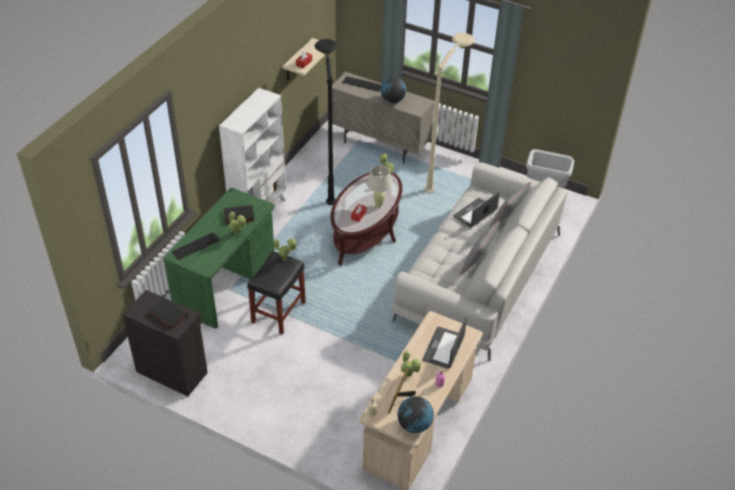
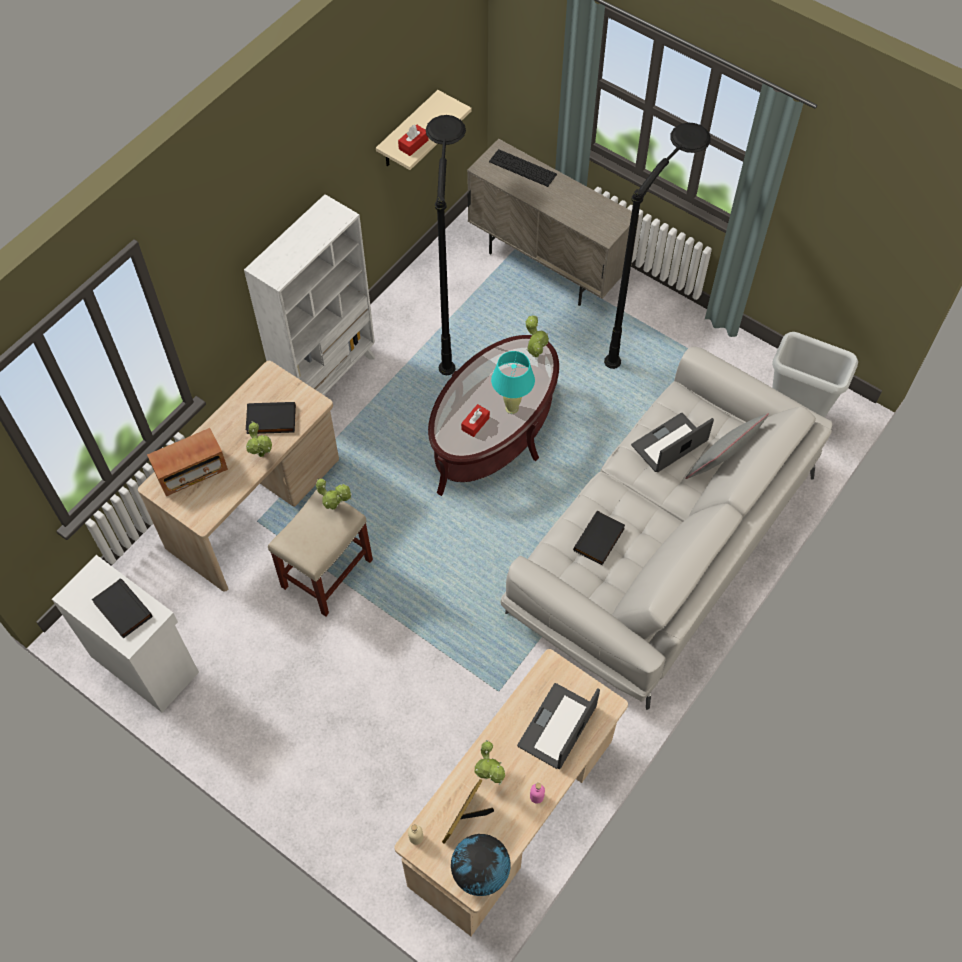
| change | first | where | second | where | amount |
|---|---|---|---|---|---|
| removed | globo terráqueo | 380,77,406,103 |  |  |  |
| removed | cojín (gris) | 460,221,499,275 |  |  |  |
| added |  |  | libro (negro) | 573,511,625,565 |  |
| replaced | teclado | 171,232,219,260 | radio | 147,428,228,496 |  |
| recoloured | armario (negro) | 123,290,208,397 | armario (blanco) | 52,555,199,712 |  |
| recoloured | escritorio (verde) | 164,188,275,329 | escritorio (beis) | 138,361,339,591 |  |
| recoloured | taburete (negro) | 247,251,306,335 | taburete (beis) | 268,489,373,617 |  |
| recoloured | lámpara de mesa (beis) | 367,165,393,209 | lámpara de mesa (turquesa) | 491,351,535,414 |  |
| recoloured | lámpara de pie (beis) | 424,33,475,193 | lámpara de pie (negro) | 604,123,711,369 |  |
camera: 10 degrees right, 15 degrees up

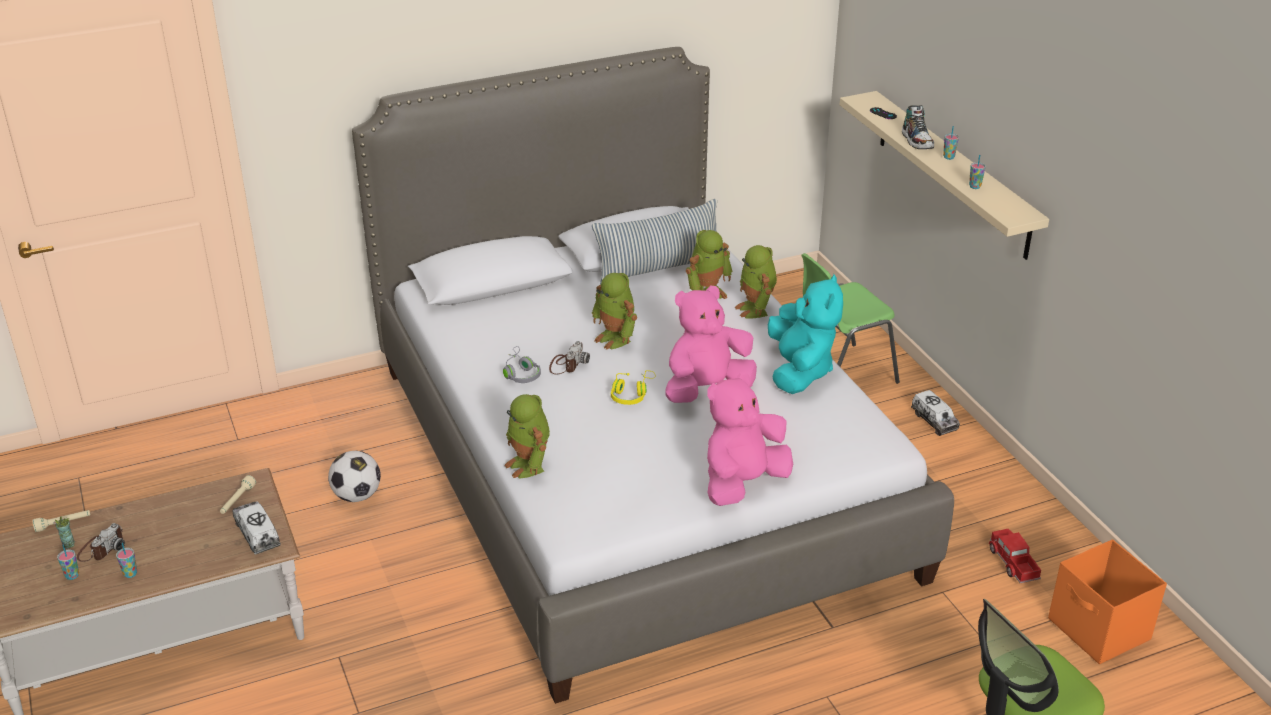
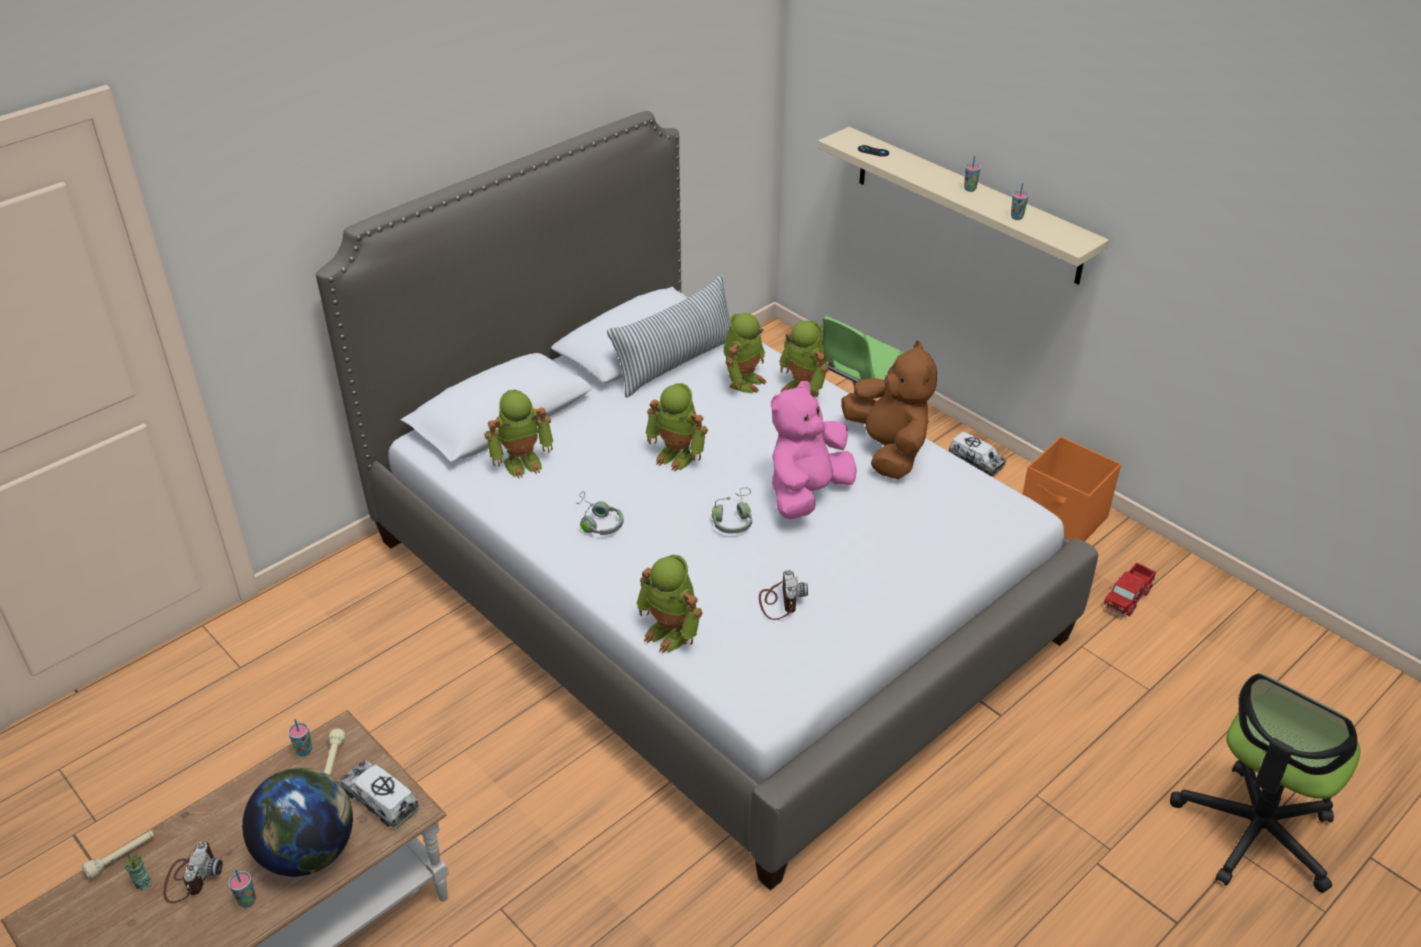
| change | first | where | second | where | amount |
|---|---|---|---|---|---|
| removed | balón de fútbol | 328,451,381,502 |  |  |  |
| removed | peluche (rosa) | 707,372,793,506 |  |  |  |
| removed | zapato | 902,105,934,149 |  |  |  |
| added |  |  | globo terráqueo | 242,767,353,877 |  |
| added |  |  | robot de juguete | 484,389,553,479 |  |
| moved | taza | 57,544,79,580 |  | 288,719,312,756 |  |
| moved | cámara | 549,341,590,375 |  | 759,570,808,620 |  |
| moved | caja de almacenaje (naranja) | 1048,540,1167,664 |  | 1023,436,1121,541 |  |
| recoloured | auriculares (amarillo) | 611,370,656,405 | auriculares (gris) | 712,487,752,534 |  |
| recoloured | peluche (turquesa) | 768,274,843,394 | peluche (marrón) | 842,340,937,479 |  |
| turned | camión de juguete | 989,529,1041,583 |  | 1104,562,1156,616 | 105 degrees counterclockwise |
camera: 20 degrees left, 5 degrees up

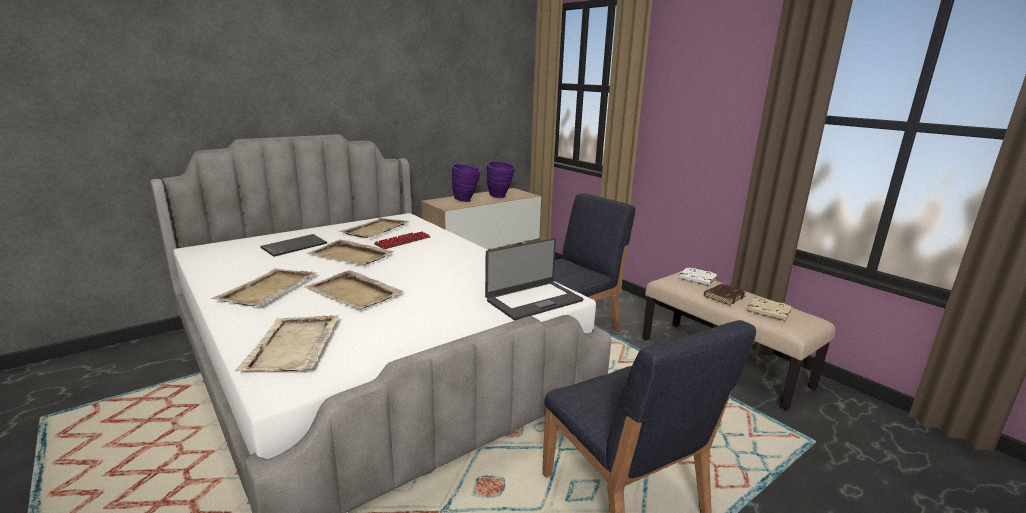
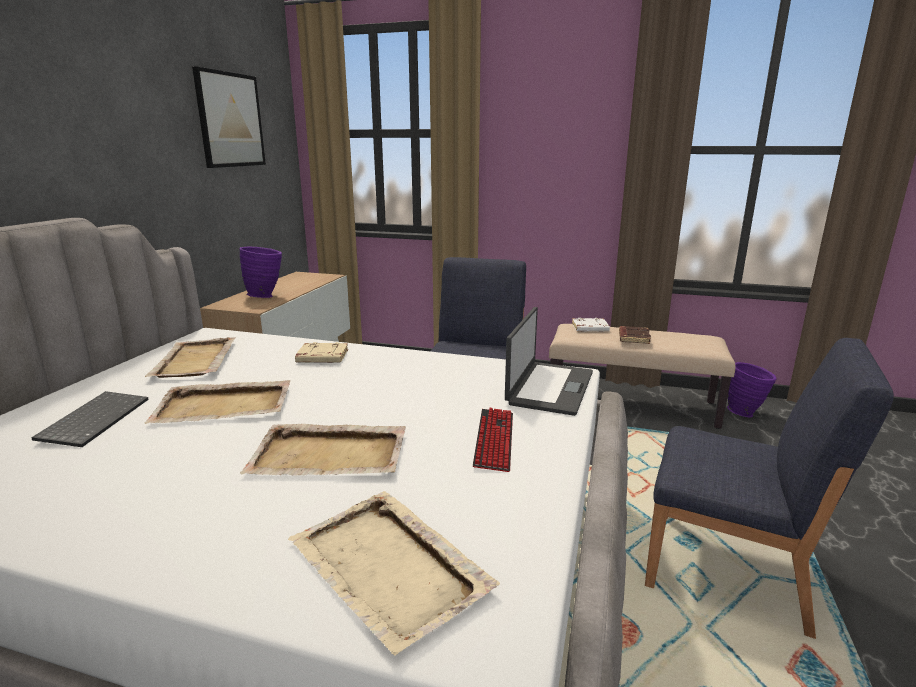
| change | first | where | second | where | amount |
|---|---|---|---|---|---|
| removed | bandeja (beis) | 211,268,316,306 |  |  |  |
| added |  |  | cuadro | 192,66,266,168 |  |
| moved | teclado | 374,231,431,249 |  | 473,408,513,472 |  |
| moved | florero (morado) | 487,161,515,198 |  | 727,362,777,417 |  |
| moved | libro (beis) | 748,297,792,321 |  | 295,342,348,363 |  |
camera: 35 degrees left, 0 degrees up

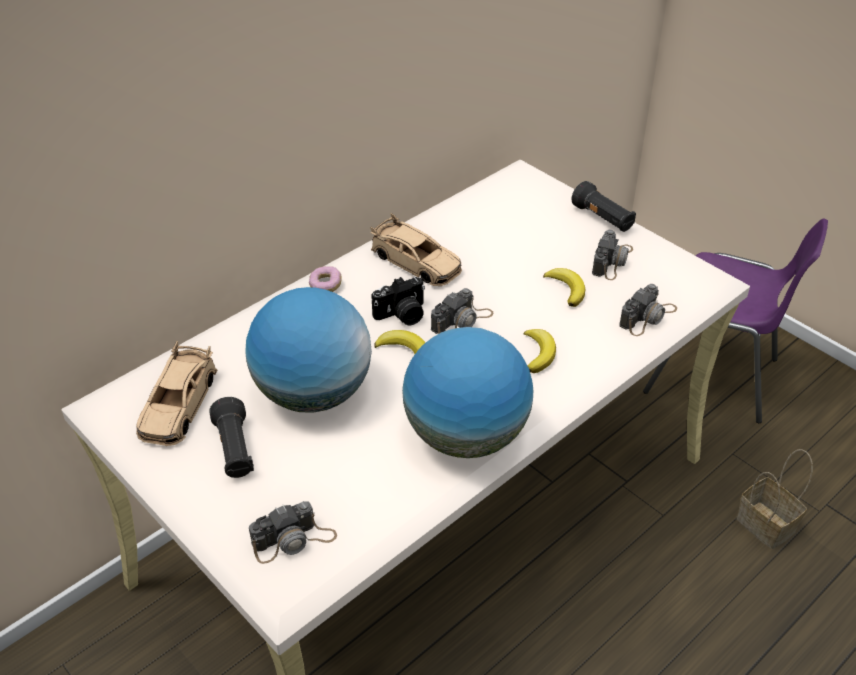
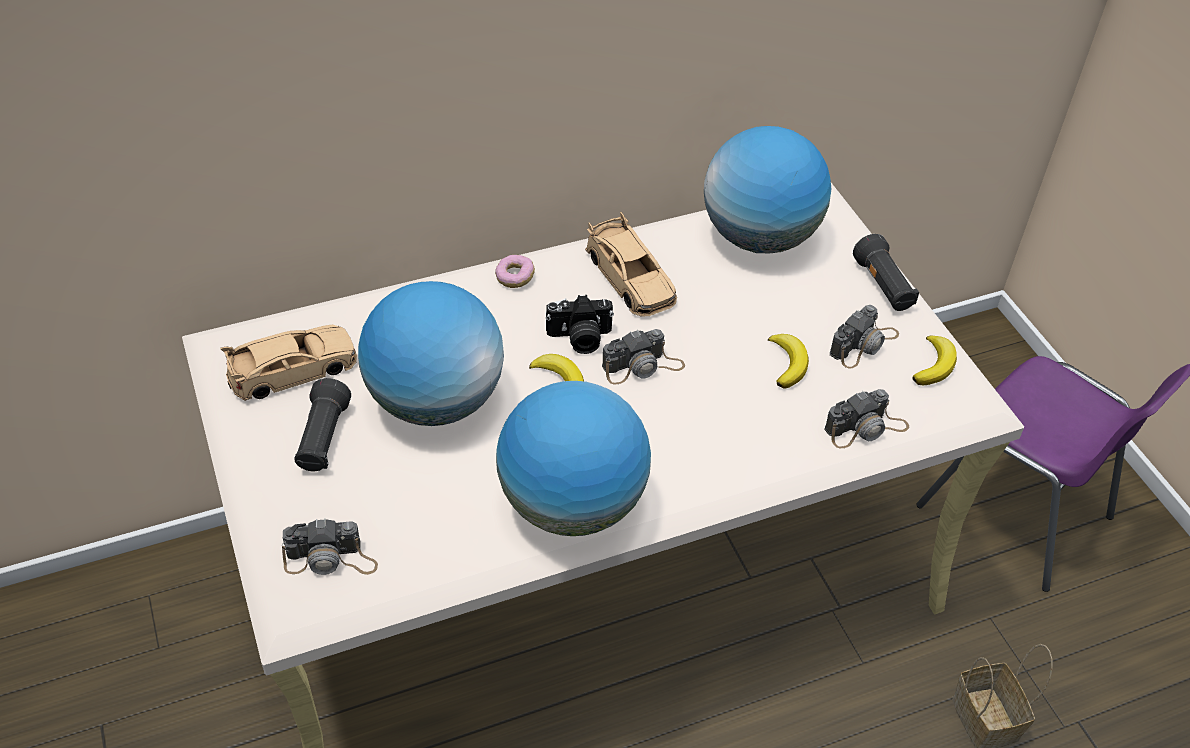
| change | first | where | second | where | amount |
|---|---|---|---|---|---|
| added |  |  | globo terráqueo | 704,126,832,253 |  |
| moved | plátano | 524,329,556,373 |  | 912,335,957,385 |  |
| turned | coche de juguete (beis) | 136,341,217,446 |  | 220,324,357,401 | 150 degrees counterclockwise |
camera: 20 degrees right, 5 degrees up

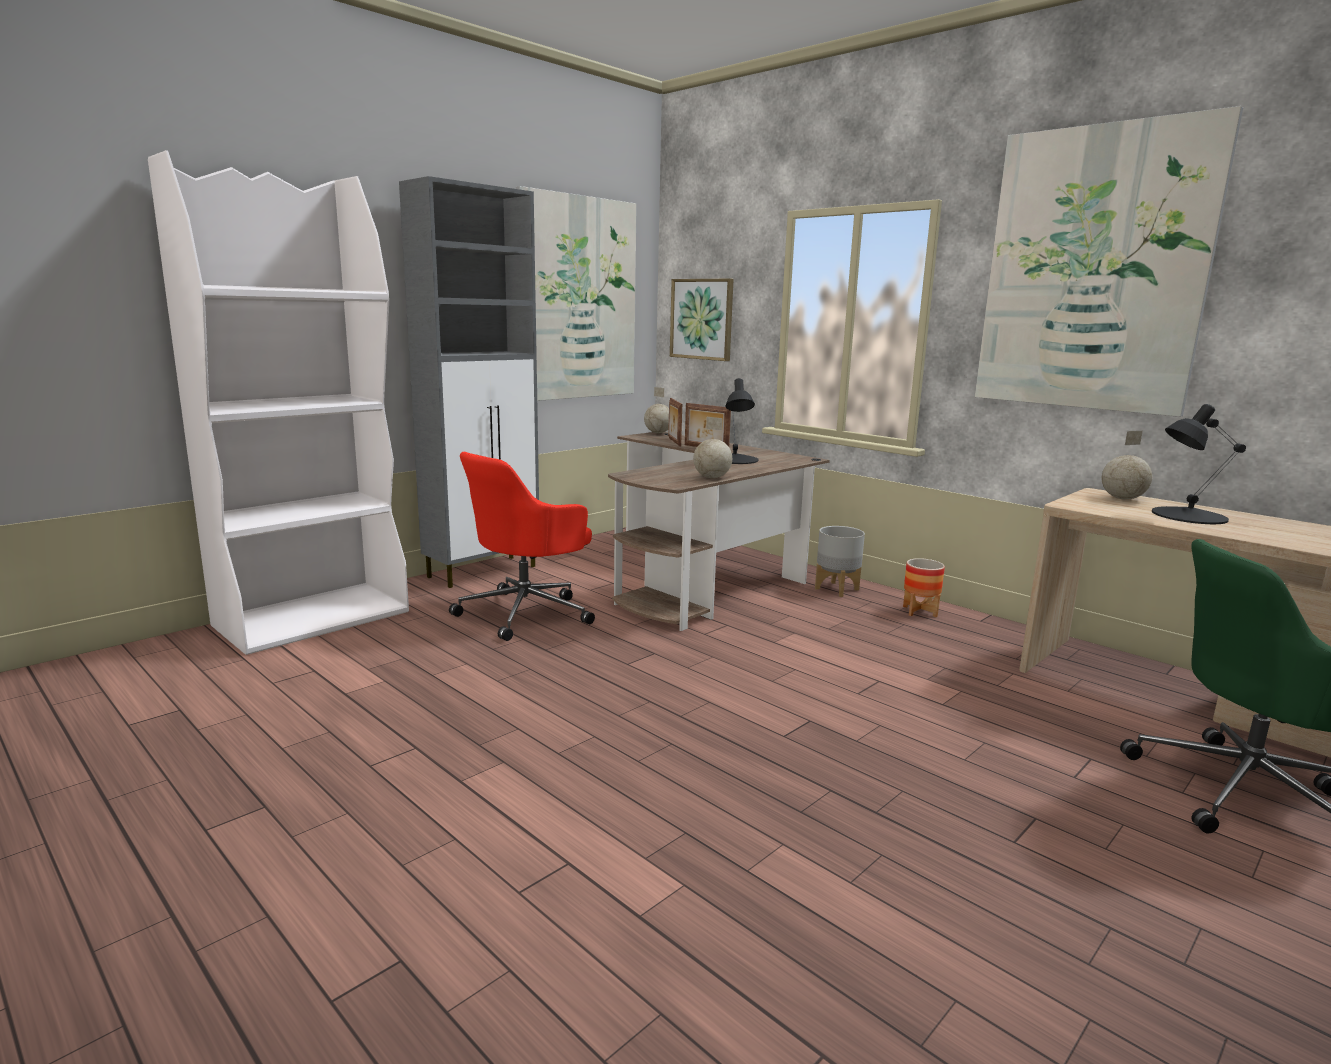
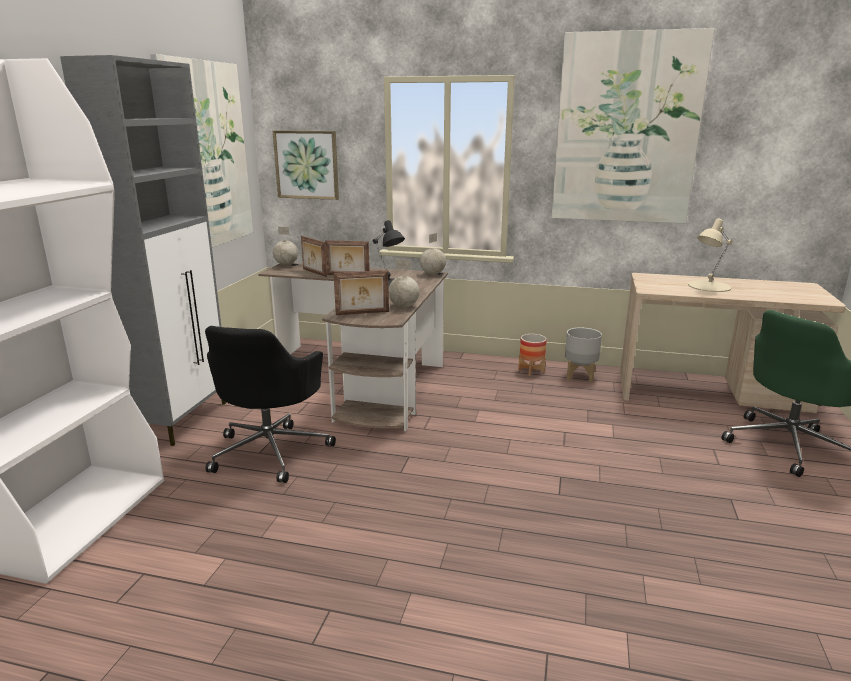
| change | first | where | second | where | amount |
|---|---|---|---|---|---|
| added |  |  | portarretratos | 334,270,389,315 |  |
| moved | maceta (gris) | 815,526,865,597 |  | 565,328,602,383 |  |
| moved | globo terráqueo | 1102,431,1152,500 |  | 420,233,446,275 |  |
| recoloured | silla de oficina (rojo) | 449,452,595,641 | silla de oficina (negro) | 205,326,336,483 |  |
| recoloured | lámpara de mesa (negro) | 1152,404,1246,524 | lámpara de mesa (beis) | 688,219,733,292 |  |
camera: 30 degrees left, 5 degrees up

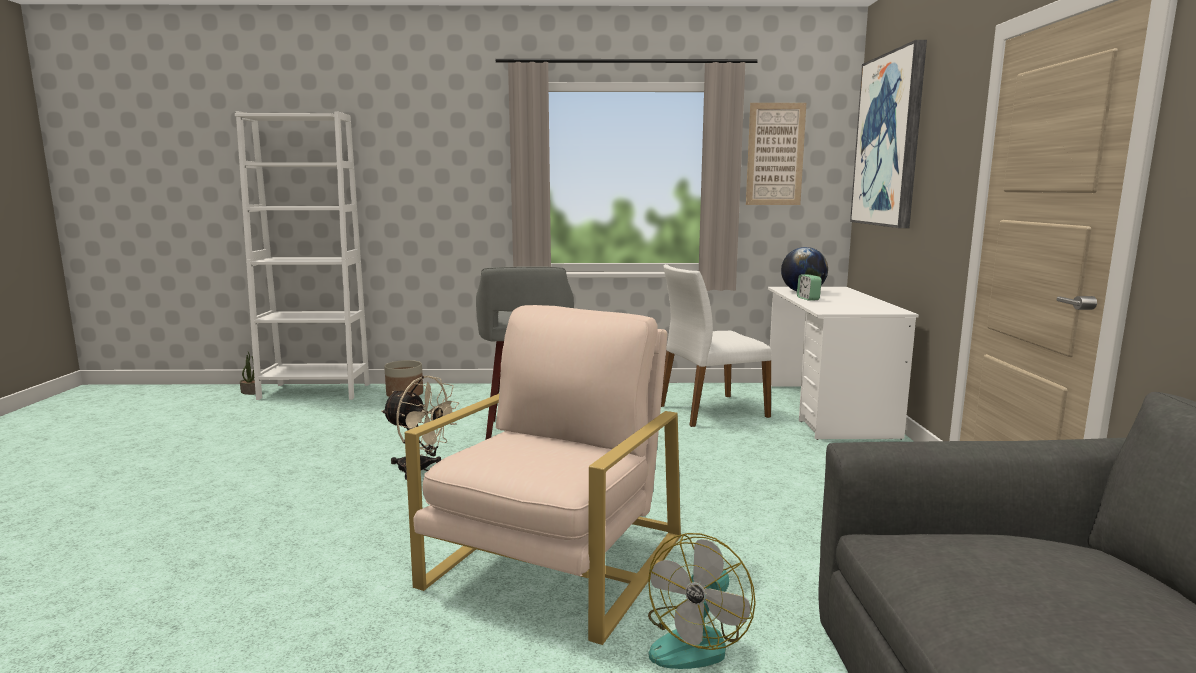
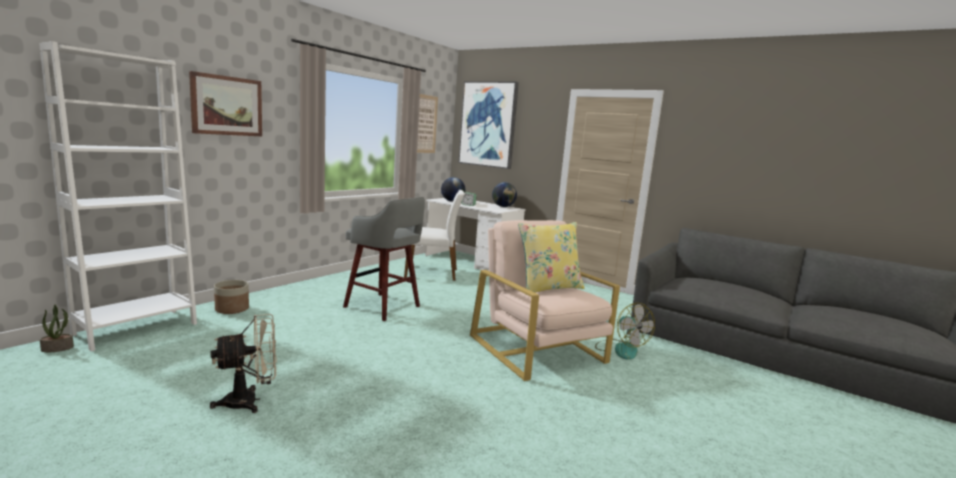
| change | first | where | second | where | amount |
|---|---|---|---|---|---|
| added |  |  | cuadro | 189,71,262,136 |  |
| added |  |  | globo terráqueo | 492,182,517,207 |  |
| added |  |  | cojín (amarillo) | 518,222,584,293 |  |
| moved | ventilador (beis) | 381,376,459,480 |  | 210,314,277,413 |  |
| turned | silla (blanco) | 661,264,772,427 |  | 404,190,465,281 | 105 degrees counterclockwise |
camera: 55 degrees left, 0 degrees up

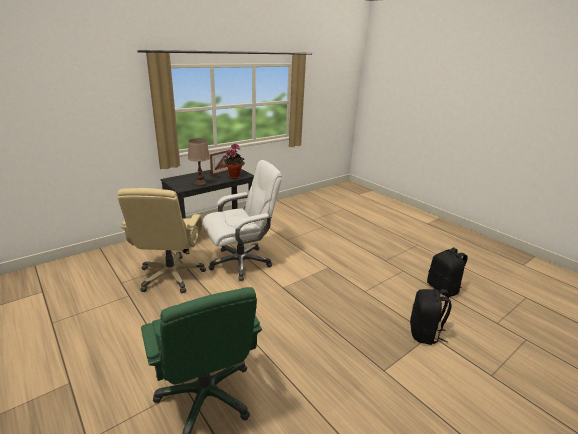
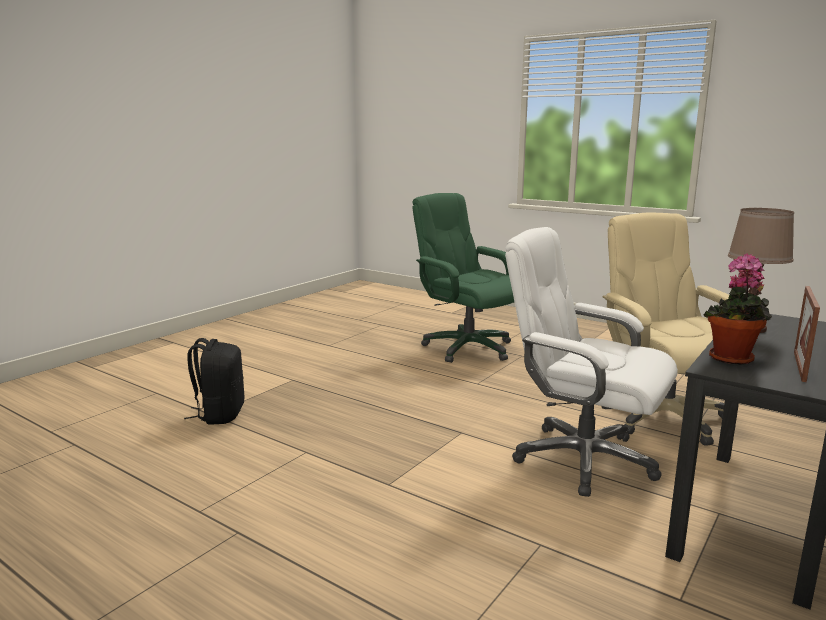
| change | first | where | second | where | amount |
|---|---|---|---|---|---|
| removed | mochila (negro) | 427,247,468,297 |  |  |  |
| turned | silla de oficina (blanco) | 202,160,282,281 |  | 505,227,678,497 | 75 degrees clockwise |
camera: 165 degrees right, 10 degrees down

